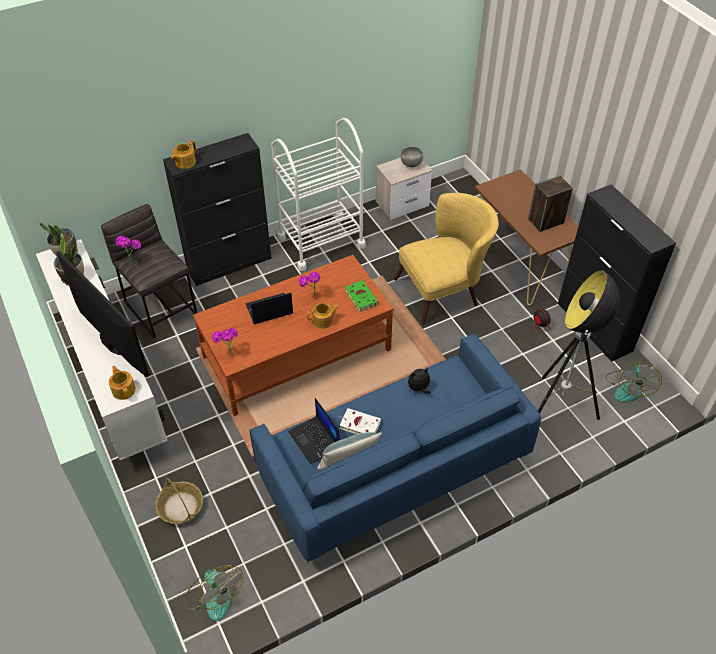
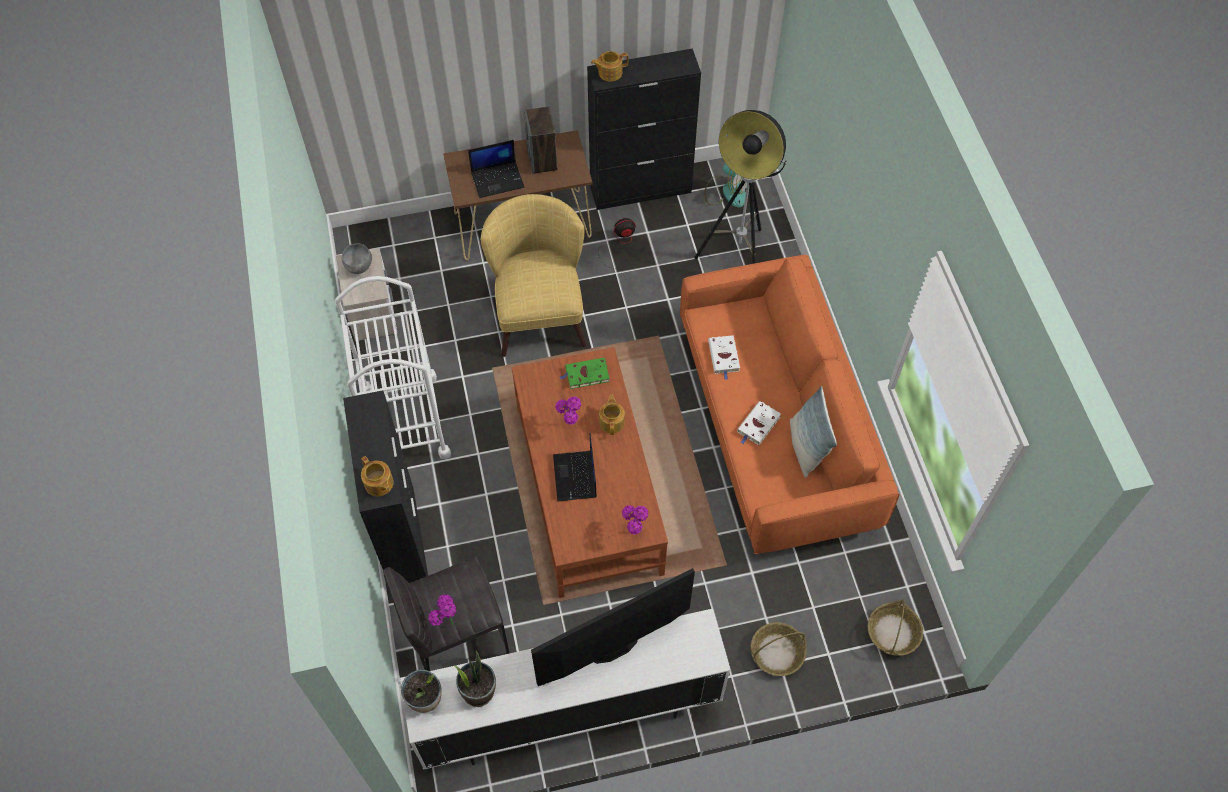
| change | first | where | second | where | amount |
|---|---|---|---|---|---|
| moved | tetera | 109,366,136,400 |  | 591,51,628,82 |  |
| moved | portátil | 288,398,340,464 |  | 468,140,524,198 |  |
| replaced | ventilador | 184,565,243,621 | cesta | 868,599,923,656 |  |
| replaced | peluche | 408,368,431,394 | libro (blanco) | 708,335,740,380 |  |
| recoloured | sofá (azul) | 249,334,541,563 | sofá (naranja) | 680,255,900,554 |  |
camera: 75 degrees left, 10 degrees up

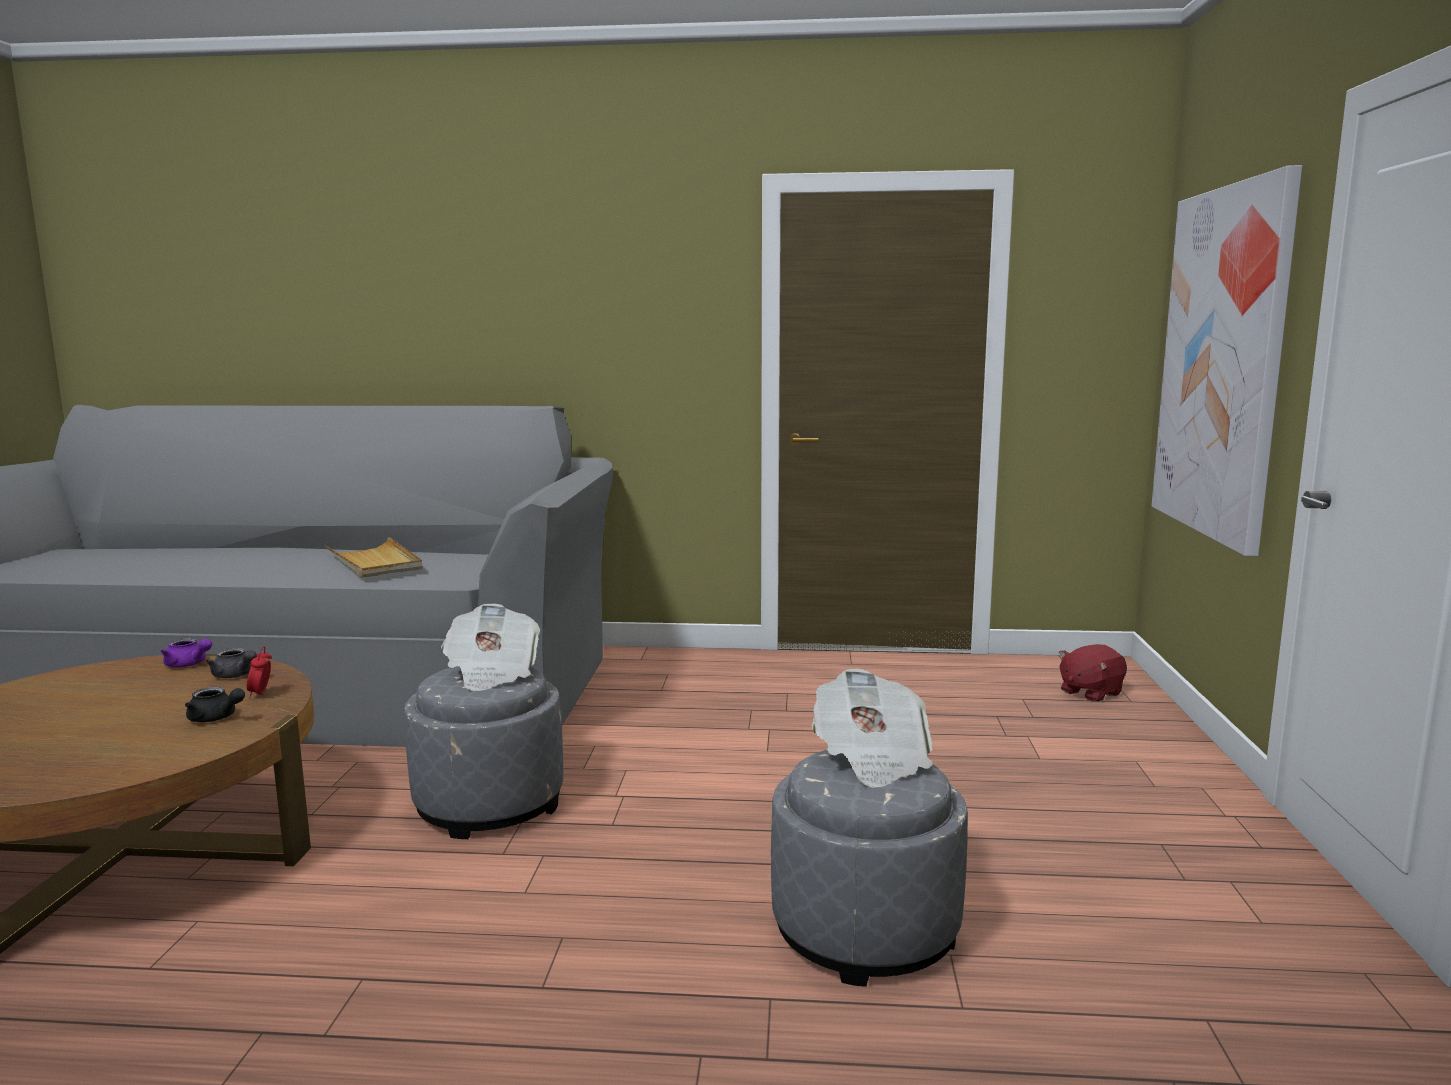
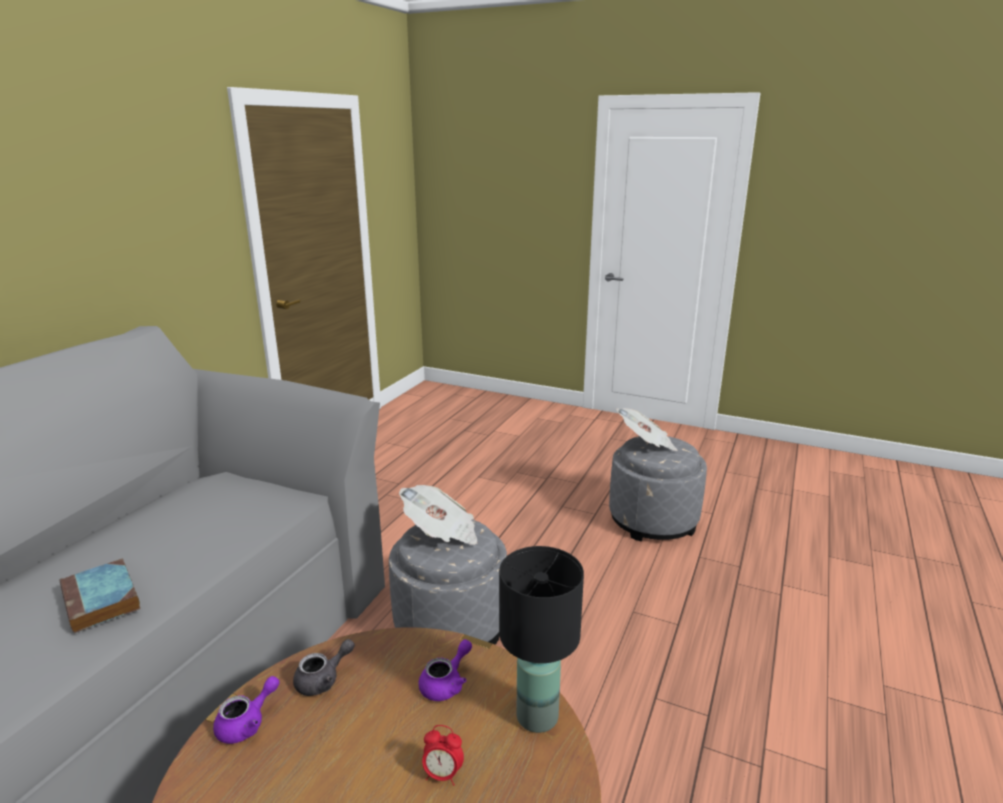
| change | first | where | second | where | amount |
|---|---|---|---|---|---|
| removed | bandeja (beis) | 324,537,422,578 |  |  |  |
| removed | peluche (rojo) | 1059,644,1127,702 |  |  |  |
| removed | cuadro | 1151,165,1302,556 |  |  |  |
| added |  |  | libro | 60,559,140,633 |  |
| added |  |  | lámpara de mesa (negro) | 499,546,584,733 |  |
| moved | despertador | 247,647,272,699 |  | 422,725,464,786 |  |
| recoloured | tetera (negro) | 185,687,245,722 | tetera (morado) | 418,639,472,701 |  |
camera: 70 degrees left, 10 degrees up

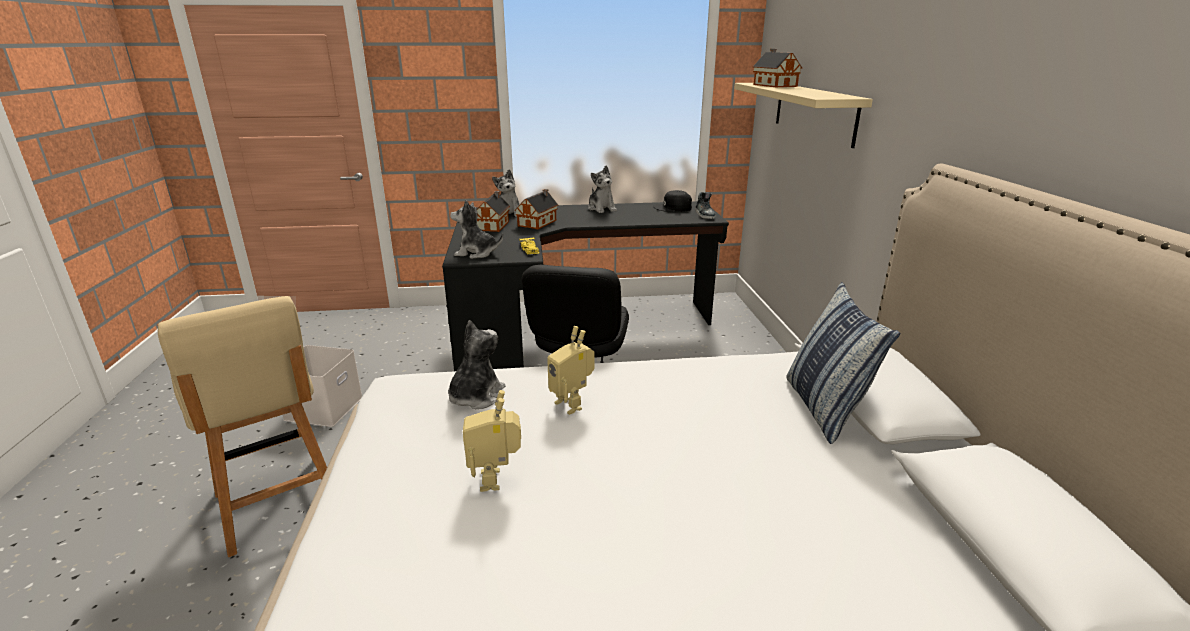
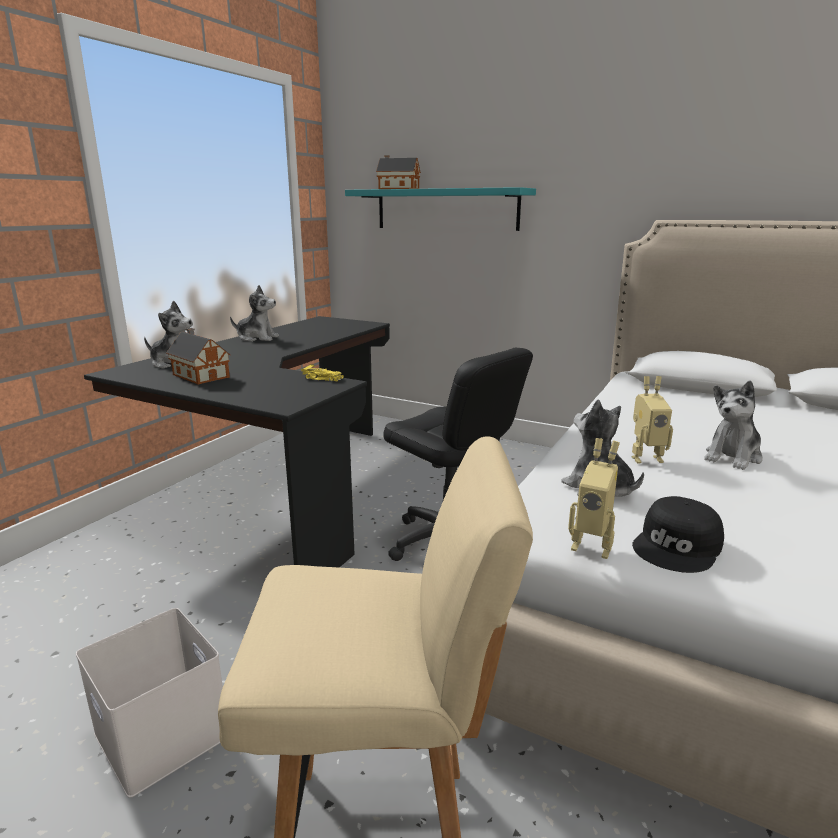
| change | first | where | second | where | amount |
|---|---|---|---|---|---|
| removed | casita | 515,189,558,229 |  |  |  |
| removed | zapato | 695,192,716,219 |  |  |  |
| removed | cojín | 786,282,901,444 |  |  |  |
| moved | peluche | 450,200,503,259 |  | 704,380,763,470 |  |
| moved | robot de juguete | 463,390,521,492 |  | 568,438,620,559 |  |
| moved | gorra (negro) | 653,190,692,212 |  | 632,496,724,573 |  |
| recoloured | estante (beis) | 734,83,873,148 | estante (turquesa) | 345,187,536,231 |  |
camera: 55 degrees left, 5 degrees down

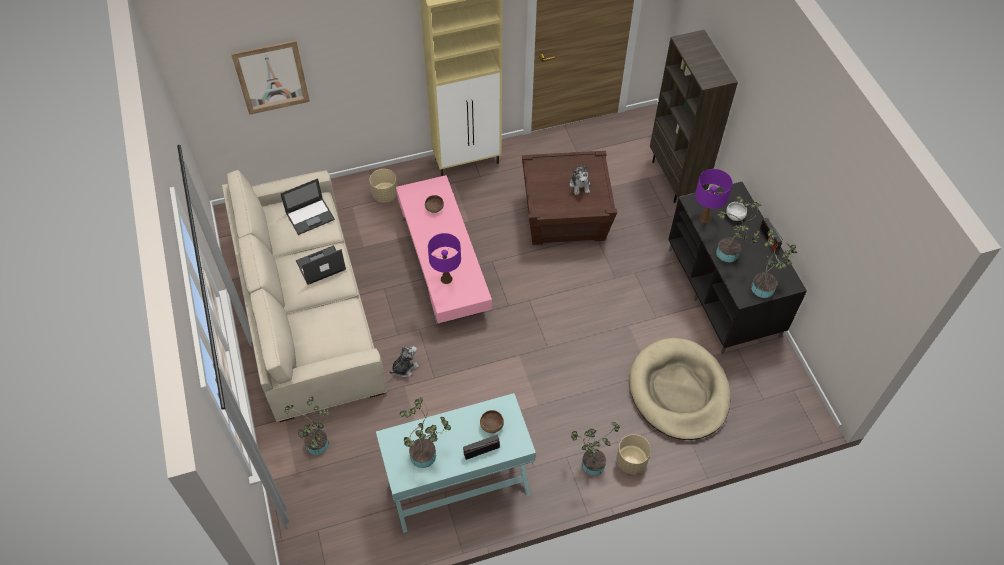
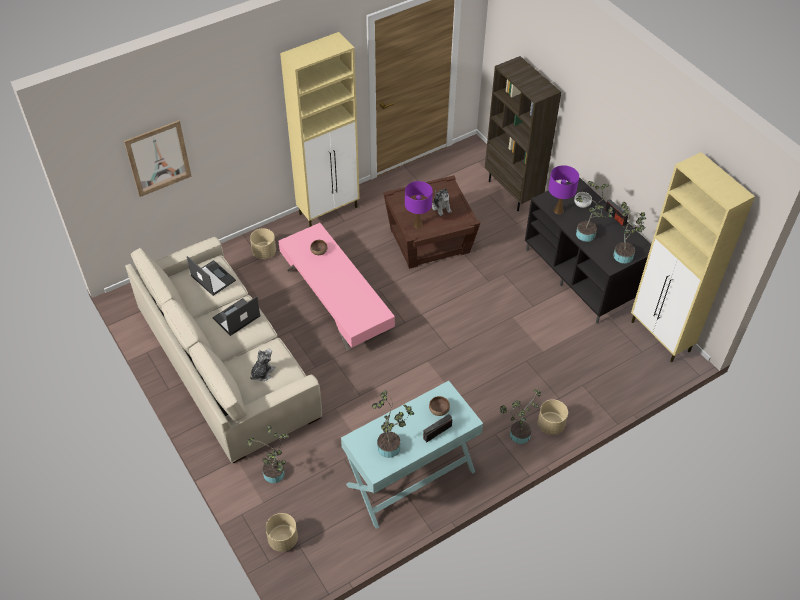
| change | first | where | second | where | amount |
|---|---|---|---|---|---|
| removed | cama para perro (beis) | 629,338,731,440 |  |  |  |
| added |  |  | maceta (beis) | 266,513,298,552 |  |
| added |  |  | armario (beis) | 631,152,755,363 |  |
| moved | peluche | 389,346,419,378 |  | 250,349,276,381 |  |
| moved | lámpara de mesa (morado) | 428,233,461,284 |  | 405,181,433,229 |  |
| turned | portátil | 280,178,335,235 |  | 187,256,236,296 | 90 degrees counterclockwise |
camera: 15 degrees left, 5 degrees down

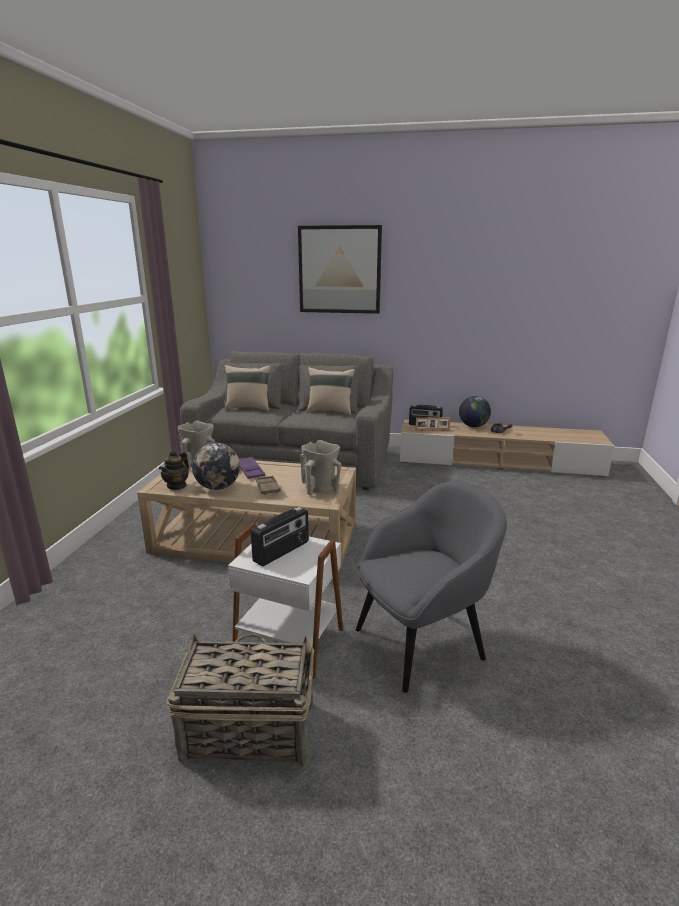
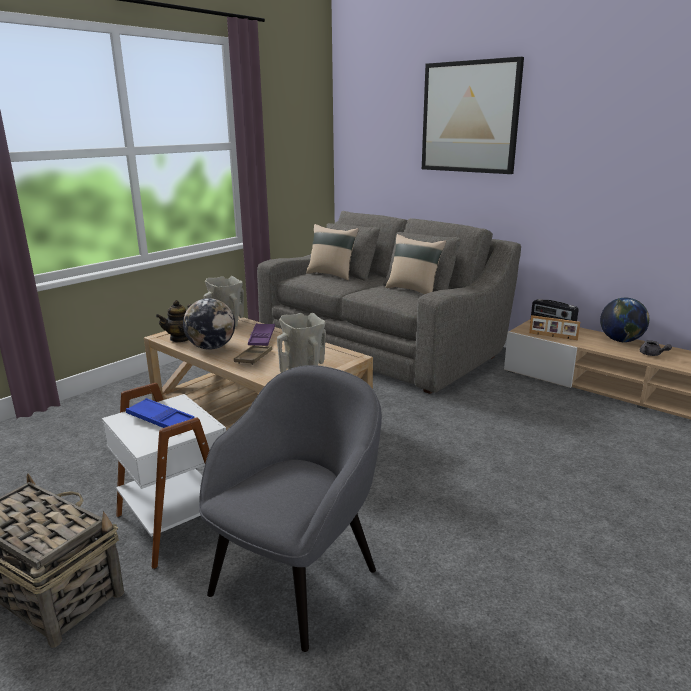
| change | first | where | second | where | amount |
|---|---|---|---|---|---|
| replaced | radio | 251,506,309,566 | bandeja (azul) | 126,398,195,428 |  |
| turned | sillón (gris) | 356,481,507,693 |  | 199,365,382,652 | 60 degrees counterclockwise |
camera: 30 degrees right, 0 degrees up

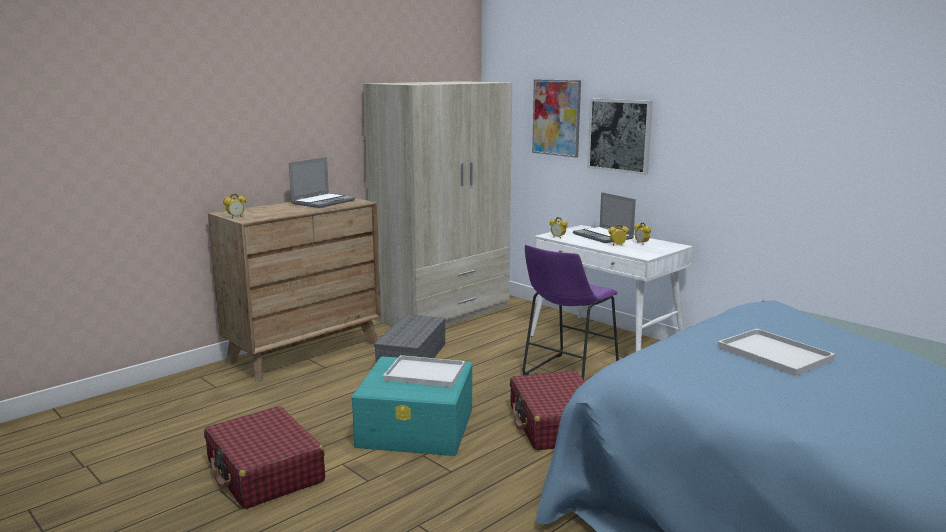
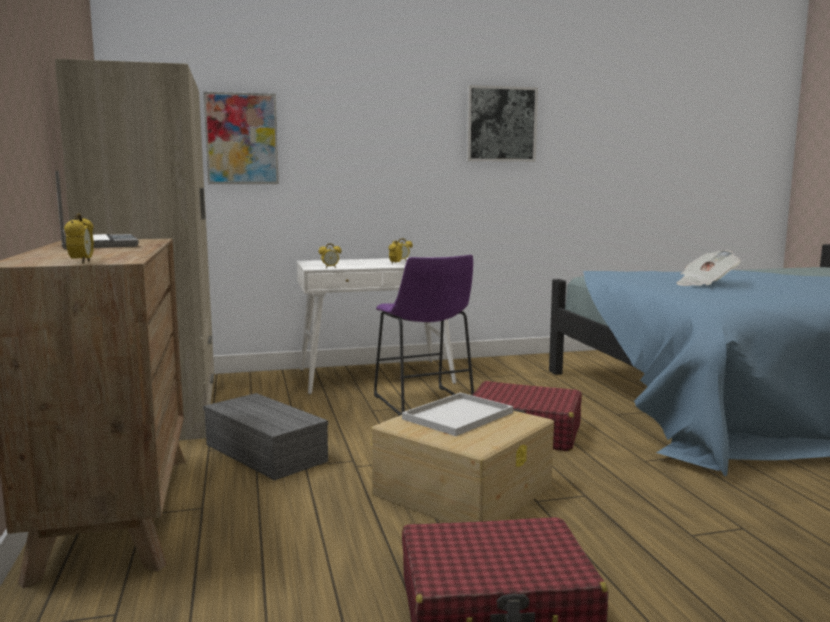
| change | first | where | second | where | amount |
|---|---|---|---|---|---|
| removed | portátil | 573,192,636,243 |  |  |  |
| moved | cuadro | 587,99,653,175 |  | 466,85,538,162 |  |
| replaced | bandeja (blanco) | 717,329,835,376 | periódico | 677,250,740,286 |  |
| recoloured | caja de almacenaje (turquesa) | 352,357,472,456 | caja de almacenaje (beis) | 371,396,554,523 |  |
camera: 60 degrees left, 5 degrees down

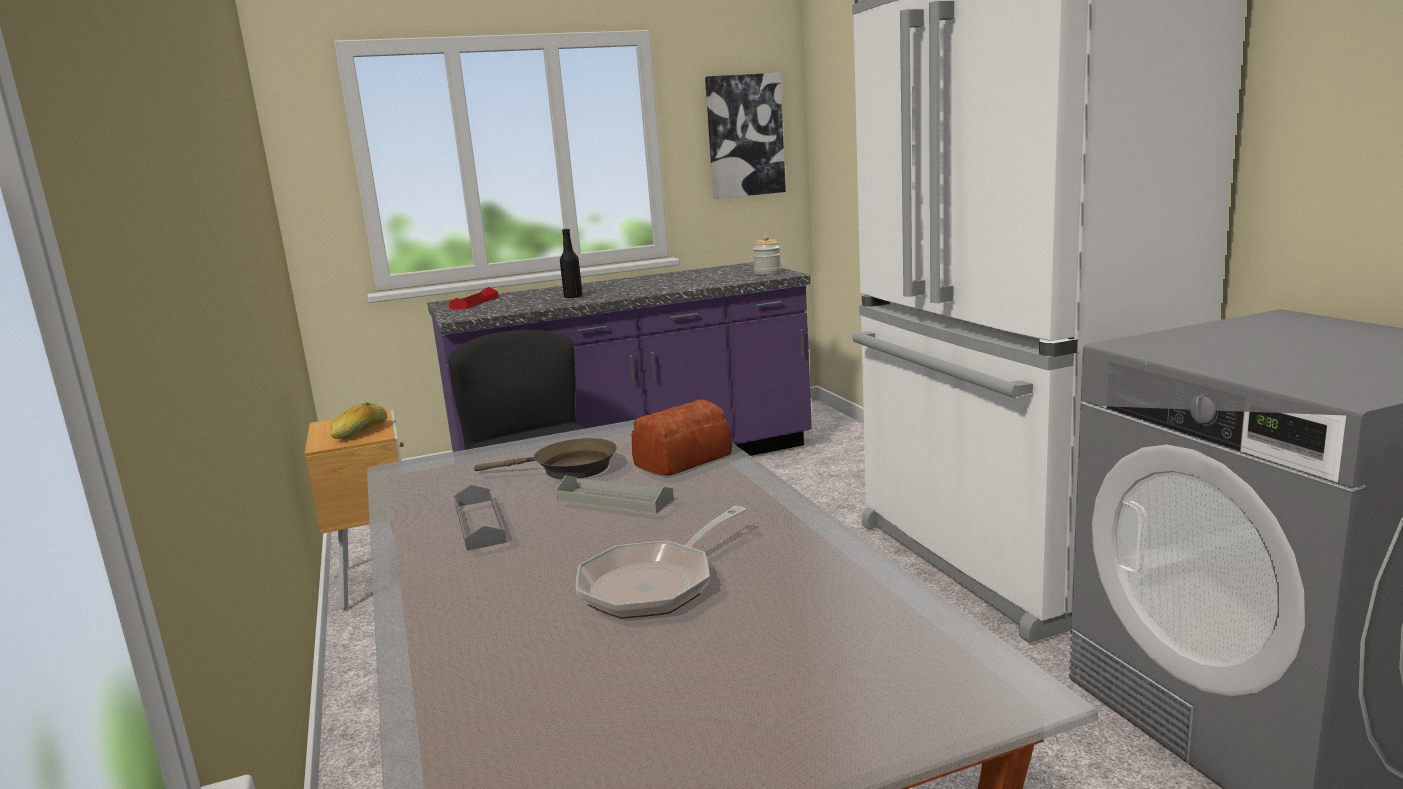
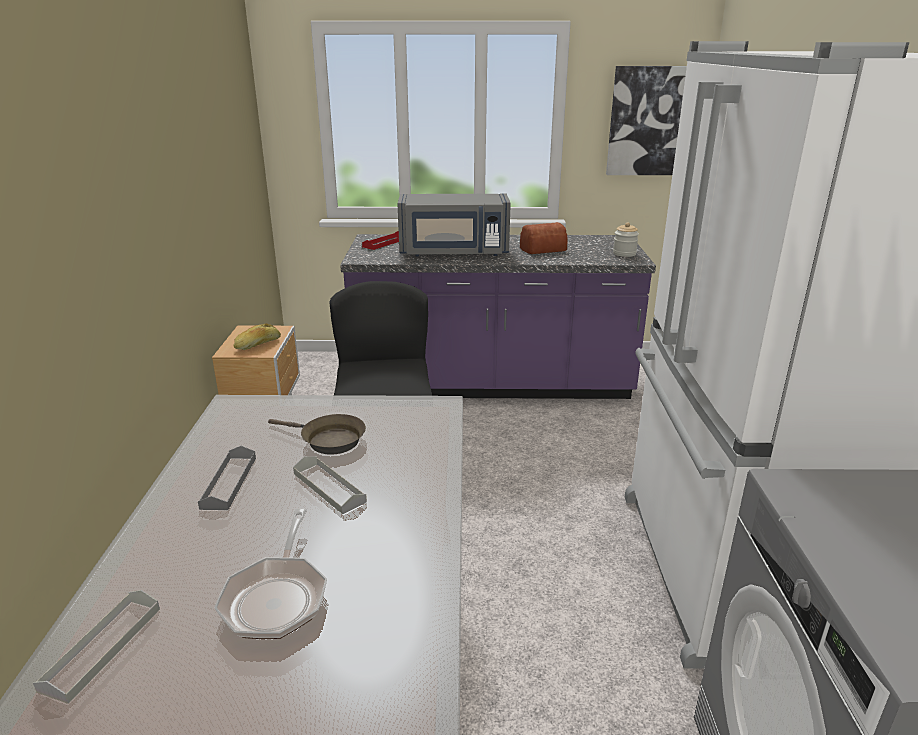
| change | first | where | second | where | amount |
|---|---|---|---|---|---|
| added |  |  | bandeja (gris) | 33,590,160,704 |  |
| moved | pan | 632,399,732,476 |  | 520,222,567,254 |  |
| replaced | botella (negro) | 560,229,583,298 | microondas (gris) | 397,194,511,257 |  |
| turned | sartén | 576,506,746,619 |  | 214,508,327,639 | 60 degrees counterclockwise |
camera: 20 degrees right, 10 degrees up

